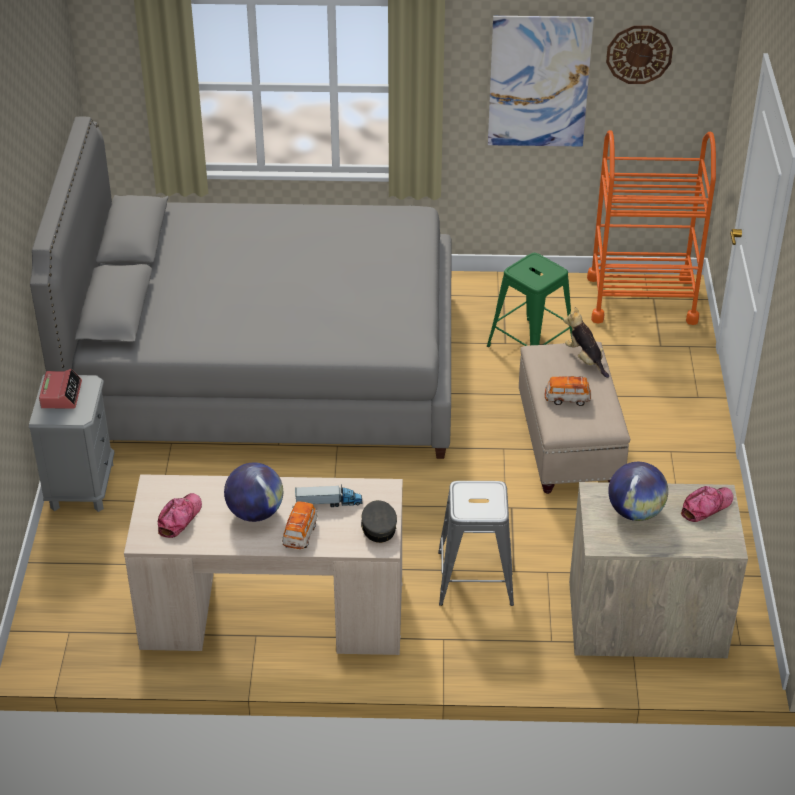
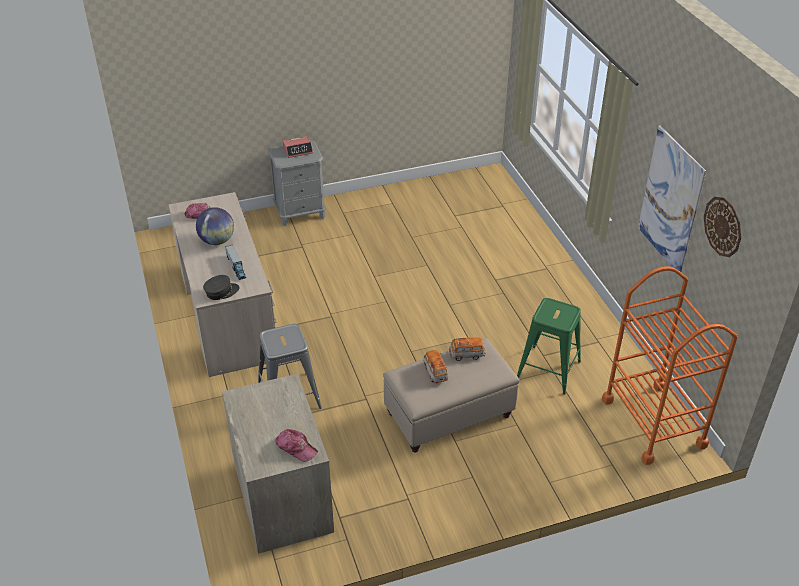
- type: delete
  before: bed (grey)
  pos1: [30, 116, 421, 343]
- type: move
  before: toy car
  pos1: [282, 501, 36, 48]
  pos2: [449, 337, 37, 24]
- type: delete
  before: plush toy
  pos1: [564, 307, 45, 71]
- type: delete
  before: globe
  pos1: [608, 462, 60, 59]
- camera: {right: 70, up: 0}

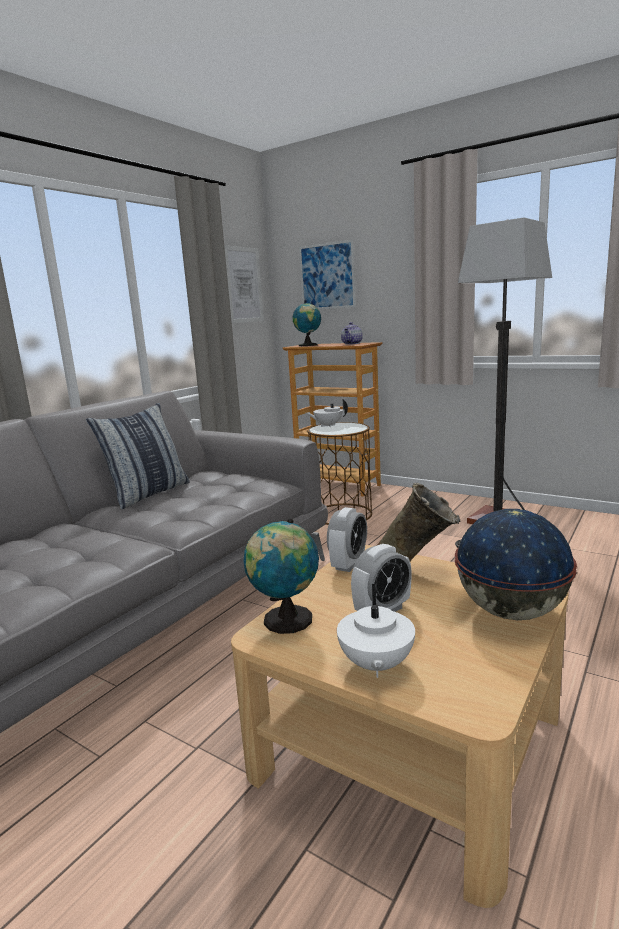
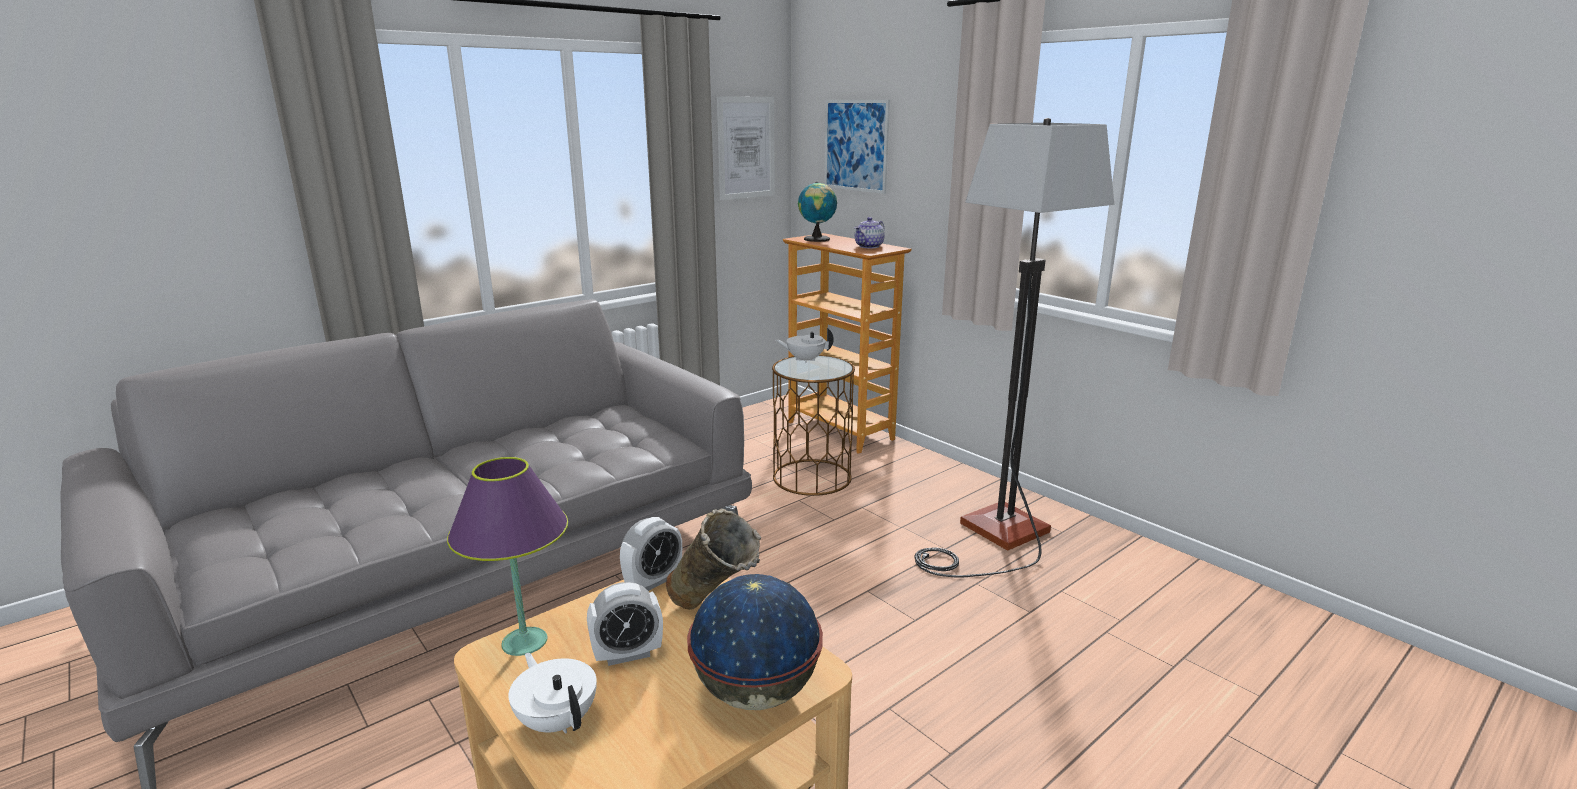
- type: delete
  before: pillow
  pos1: [86, 403, 104, 106]
- type: replace
  before: globe
  after: table lamp (purple)
  pos1: [244, 518, 75, 116]
  pos2: [447, 457, 121, 199]
- type: rotate
  before: teapot (white)
  pos1: [337, 584, 78, 94]
  pos2: [508, 653, 89, 81]
  turn: 120
- camera: {right: 15, up: 5}

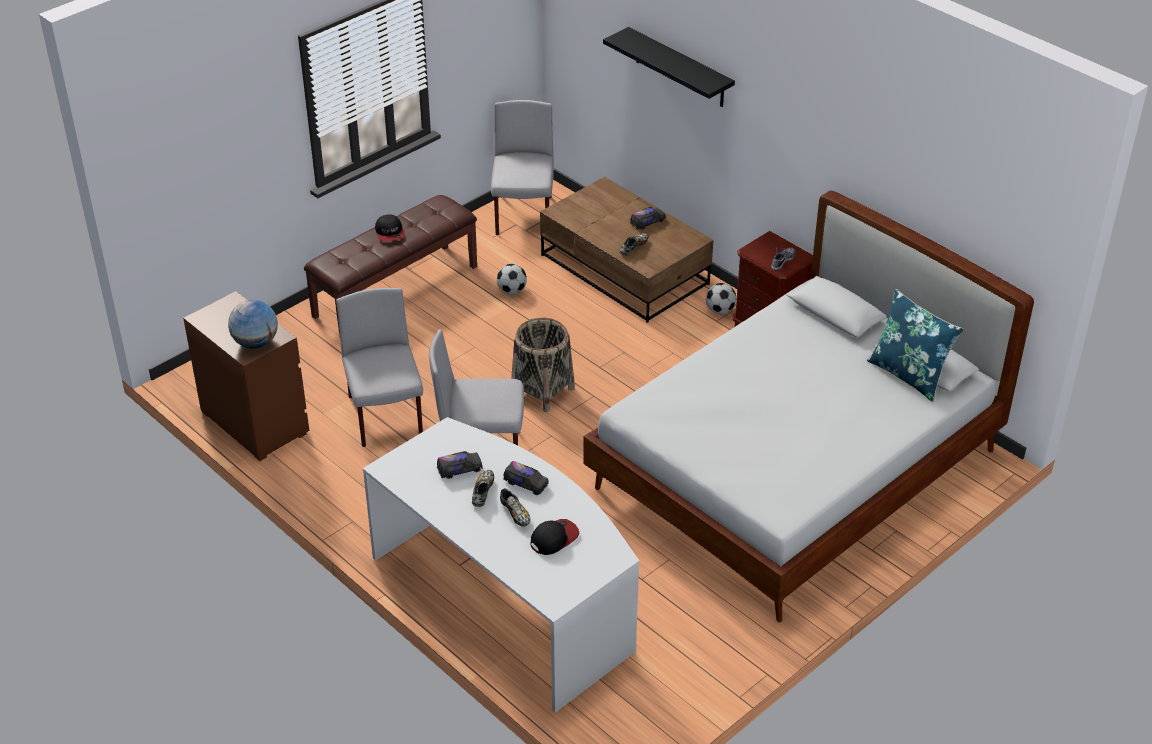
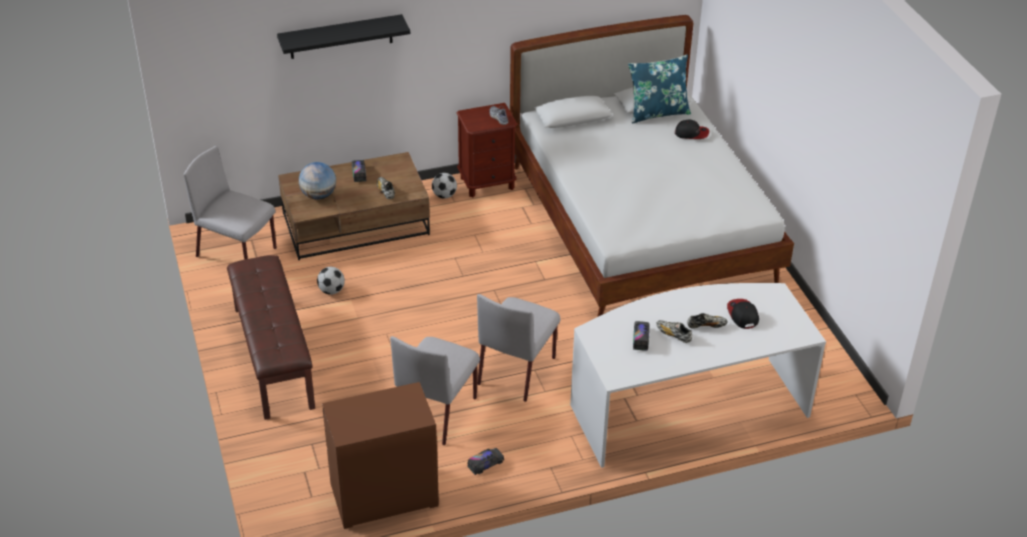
- type: move
  before: globe
  pos1: [228, 300, 50, 49]
  pos2: [299, 162, 37, 38]
- type: rotate
  before: chair (grey)
  pos1: [336, 288, 87, 159]
  pos2: [390, 336, 90, 109]
  turn: -75
- type: move
  before: cap
  pos1: [375, 214, 29, 28]
  pos2: [675, 119, 34, 20]
- type: move
  before: toy truck
  pos1: [503, 461, 46, 34]
  pos2: [467, 448, 37, 27]
- type: delete
  before: basket
  pos1: [511, 318, 64, 94]
- camera: {right: -65, up: 0}

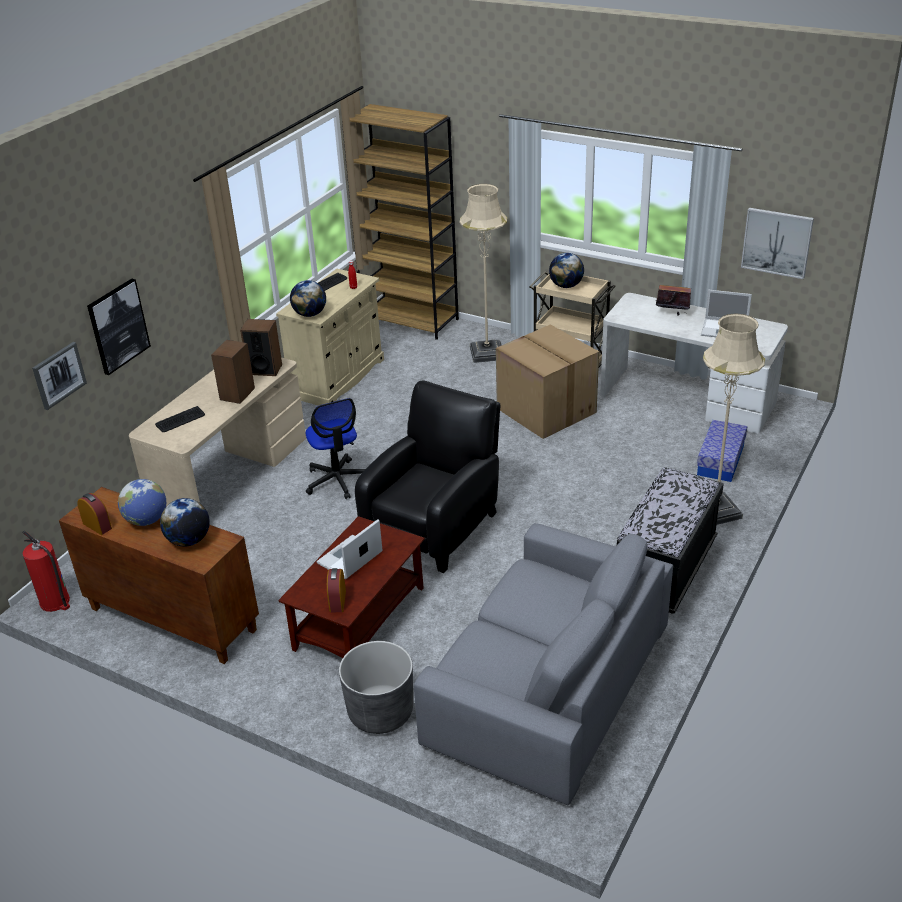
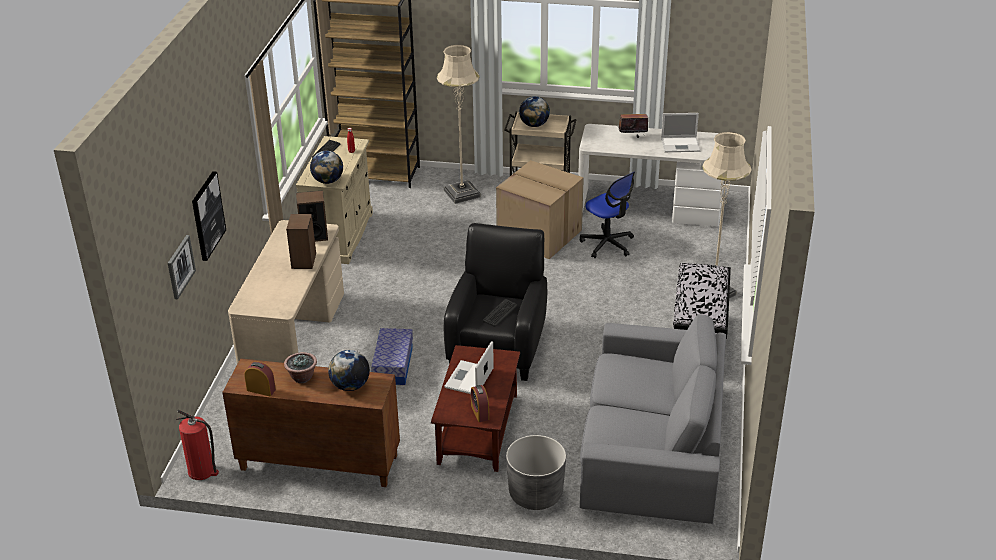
- type: replace
  before: globe
  after: potted plant
  pos1: [118, 479, 48, 47]
  pos2: [284, 352, 33, 31]
- type: move
  before: keyboard
  pos1: [155, 406, 50, 26]
  pos2: [483, 299, 34, 28]
- type: move
  before: office chair
  pos1: [306, 398, 59, 101]
  pos2: [579, 172, 56, 86]
- type: move
  before: storage box
  pos1: [697, 420, 50, 62]
  pos2: [371, 328, 42, 57]
- type: delete
  before: picture
  pos1: [741, 208, 73, 71]
- camera: {right: -20, up: 0}

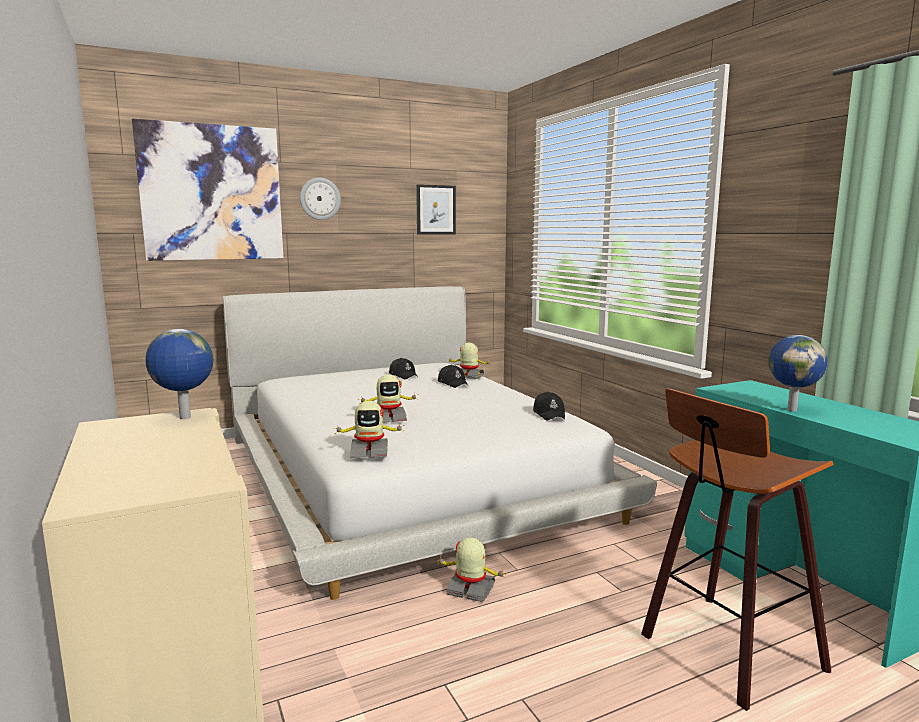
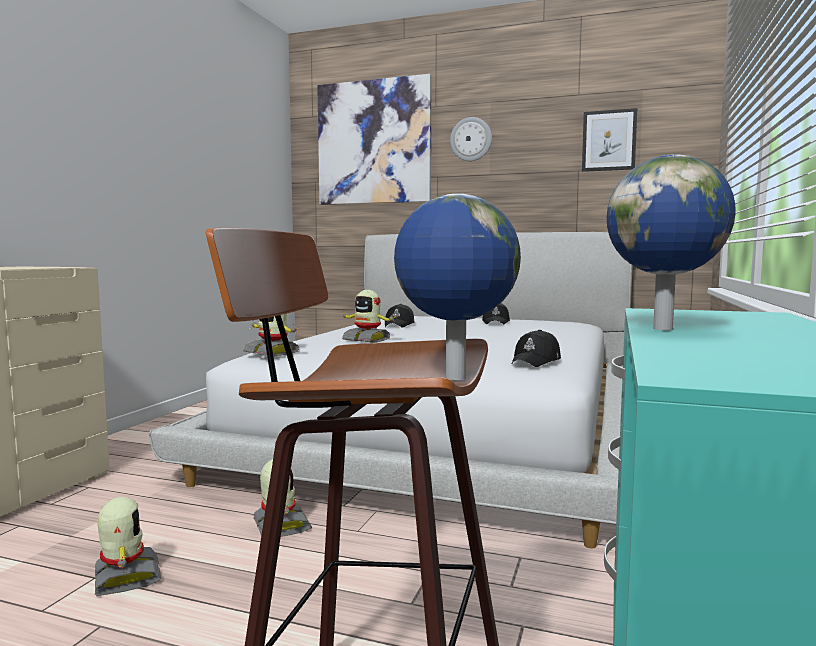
- type: move
  before: globe
  pos1: [145, 329, 68, 90]
  pos2: [394, 194, 127, 186]
- type: move
  before: cap (black)
  pos1: [438, 365, 30, 23]
  pos2: [385, 304, 30, 24]
- type: move
  before: toy robot
  pos1: [448, 343, 42, 36]
  pos2: [95, 497, 66, 99]
- camera: {right: 45, up: -5}

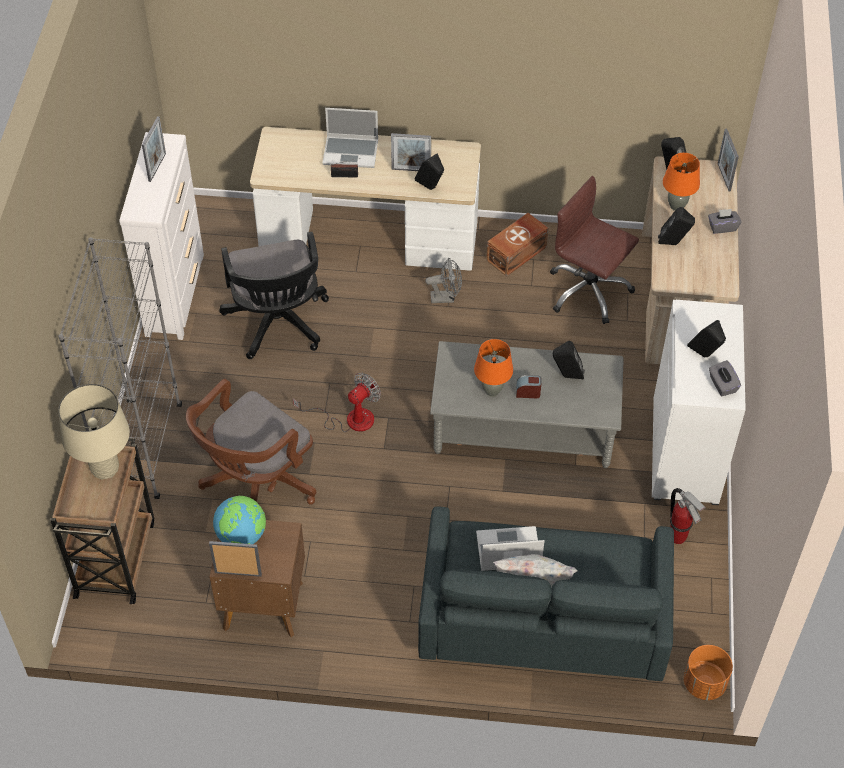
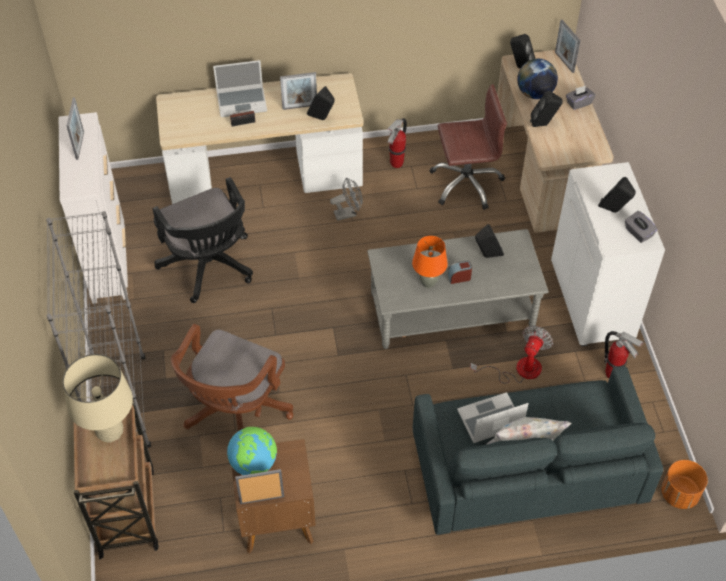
- type: move
  before: fan
  pos1: [293, 373, 88, 59]
  pos2: [470, 326, 83, 58]
- type: replace
  before: storage box (brown)
  after: fire extinguisher
  pos1: [486, 213, 62, 63]
  pos2: [387, 118, 20, 50]
- type: rotate
  before: office chair (brown)
  pos1: [550, 176, 89, 148]
  pos2: [429, 84, 78, 126]
  turn: 150
- type: replace
  before: table lamp (orange)
  after: globe
  pos1: [663, 153, 37, 58]
  pos2: [517, 59, 41, 40]
- camera: {right: -15, up: 0}

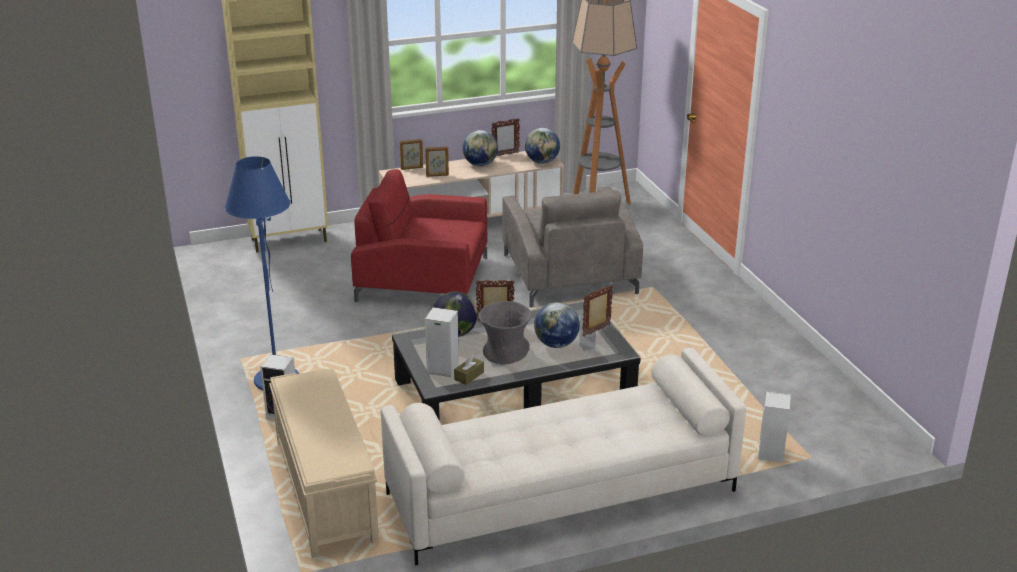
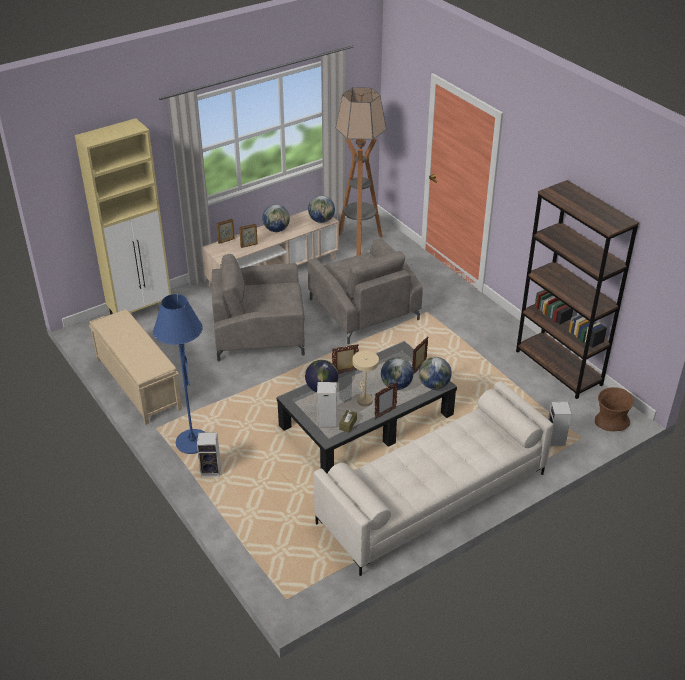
- type: move
  before: bench (beige)
  pos1: [269, 368, 110, 190]
  pos2: [89, 310, 93, 115]
- type: recolor
  before: armchair (red)
  after: armchair (grey)
  pos1: [351, 169, 136, 133]
  pos2: [212, 254, 93, 107]
- type: replace
  before: vase (grey)
  after: table lamp (beige)
  pos1: [479, 301, 52, 63]
  pos2: [353, 351, 26, 56]
- type: move
  before: picture frame
  pos1: [491, 118, 29, 38]
  pos2: [374, 382, 24, 37]
- type: insert
  after: globe
  pos2: [419, 357, 33, 33]
- type: insert
  after: bookcase (brown)
  pos2: [516, 180, 123, 219]
- type: insert
  after: vase (brown)
  pos2: [595, 387, 39, 45]
- camera: {right: -15, up: 10}

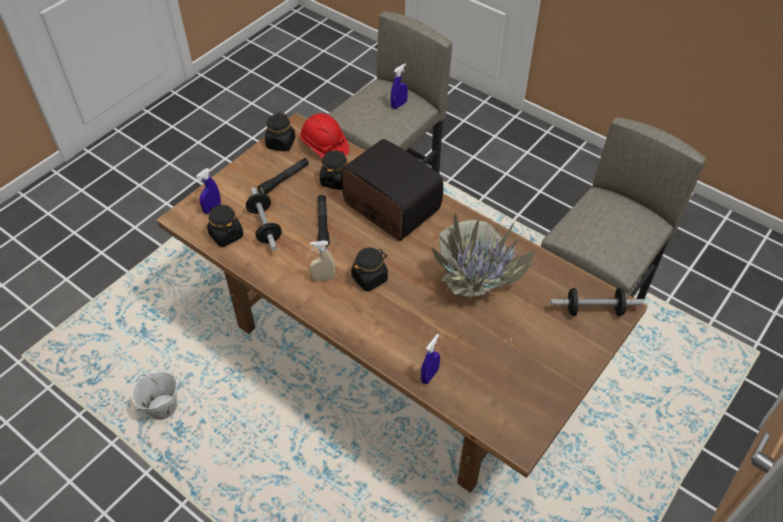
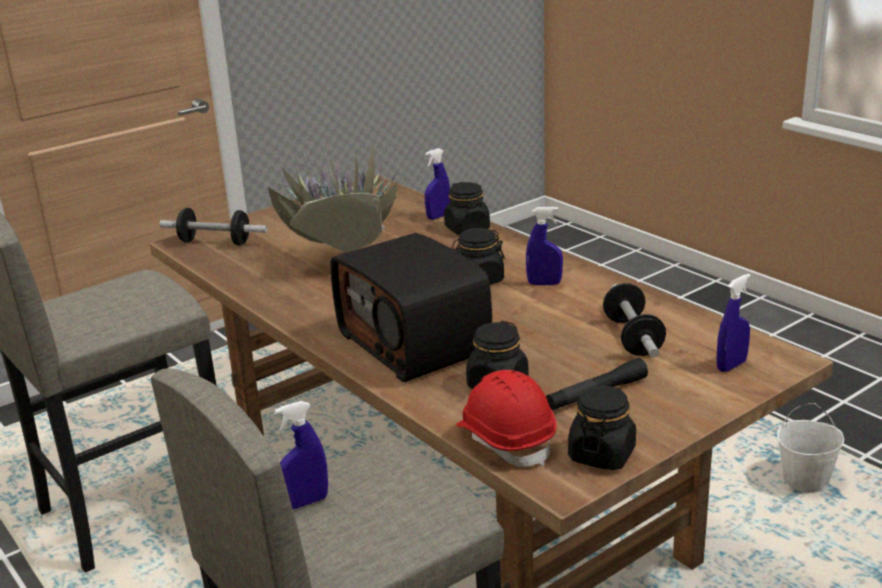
- type: move
  before: jar (black)
  pos1: [207, 205, 36, 42]
  pos2: [444, 182, 46, 53]
- type: recolor
  before: spray bottle (beige)
  after: spray bottle (blue)
  pos1: [310, 241, 25, 40]
  pos2: [526, 207, 37, 78]
- type: delete
  before: flashlight (black)
  pos1: [318, 195, 12, 52]
- camera: {right: -165, up: -25}

